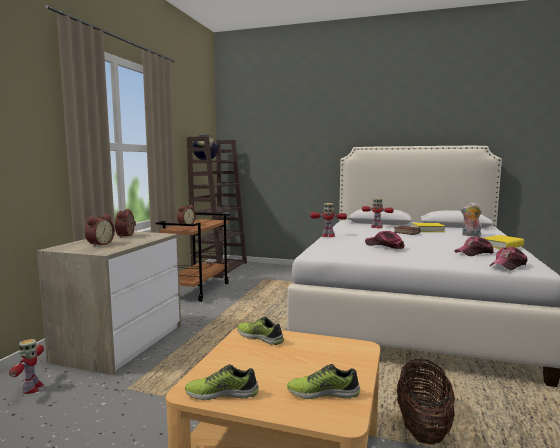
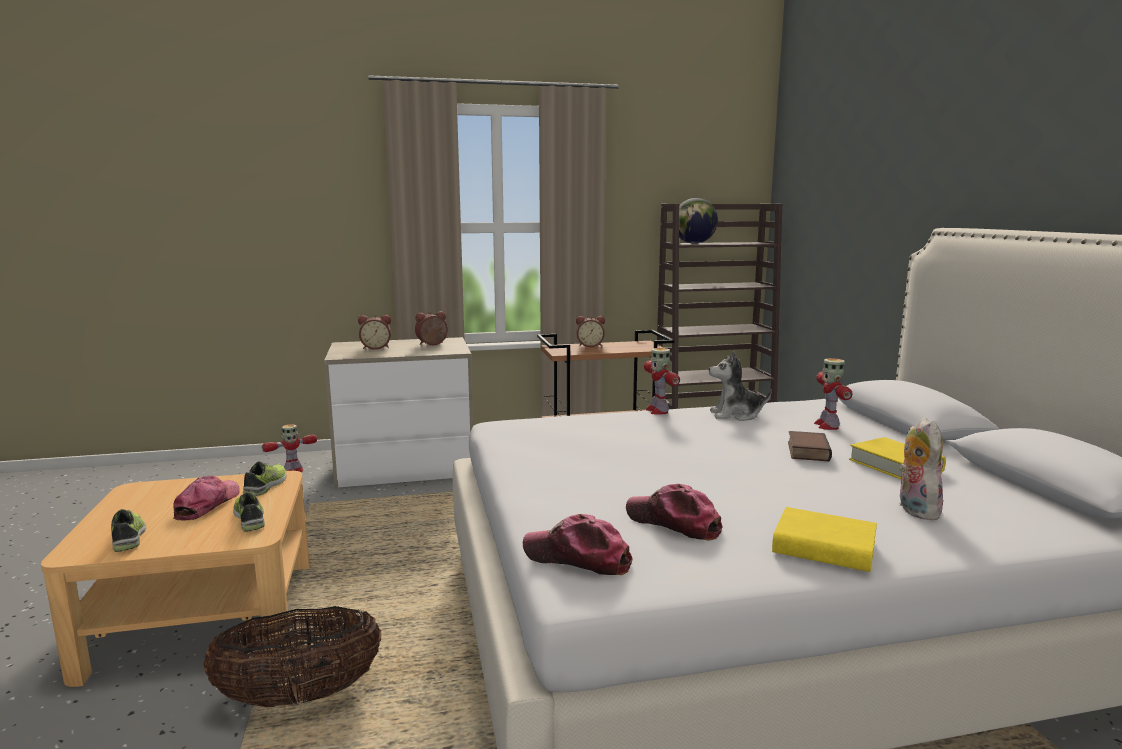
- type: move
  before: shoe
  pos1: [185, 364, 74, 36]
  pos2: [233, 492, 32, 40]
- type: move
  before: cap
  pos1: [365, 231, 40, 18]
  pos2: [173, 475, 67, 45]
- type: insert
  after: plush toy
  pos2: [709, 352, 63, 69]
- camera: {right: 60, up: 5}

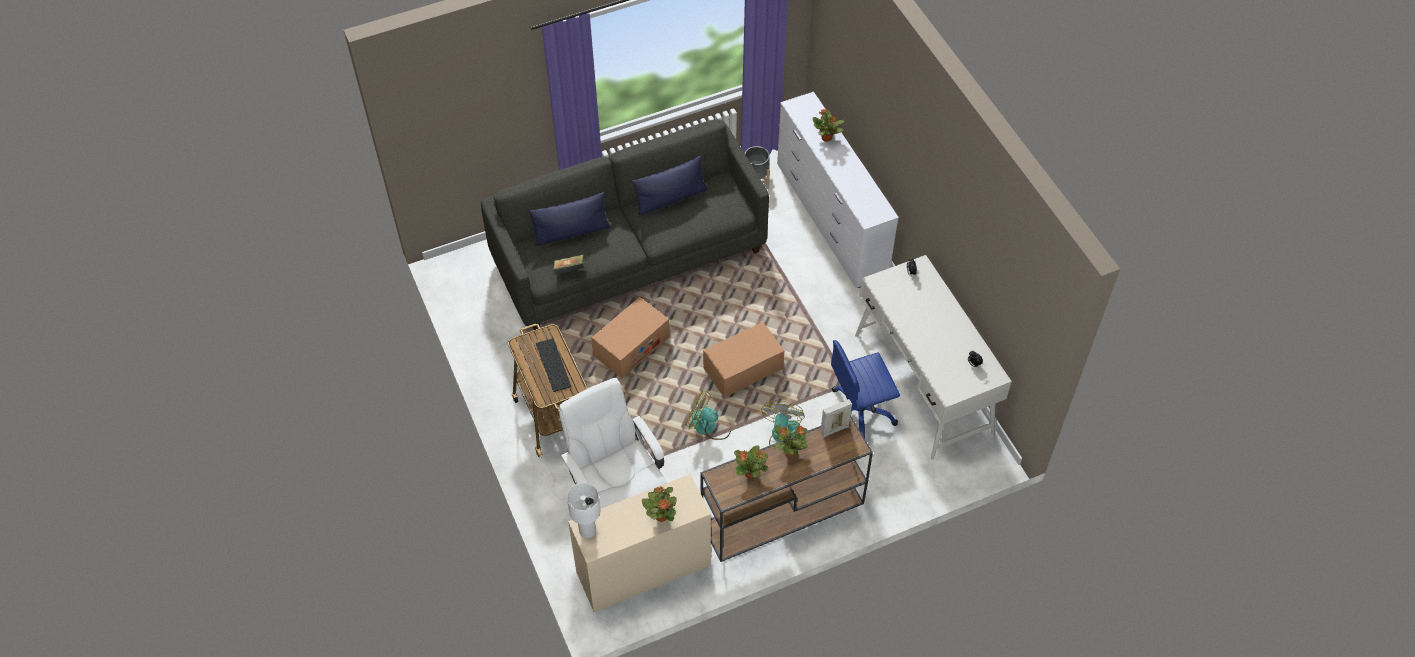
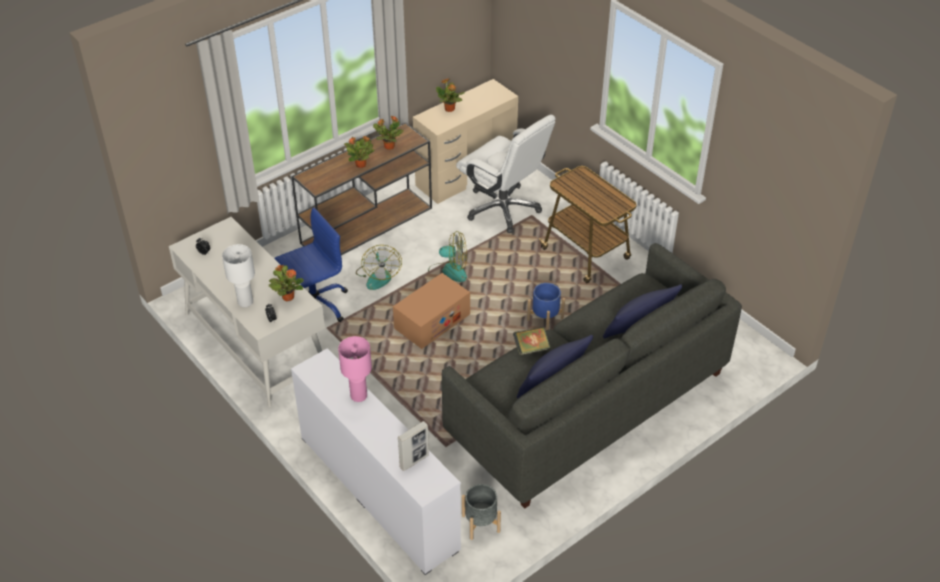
- type: delete
  before: keyboard
  pos1: [536, 338, 35, 54]
- type: move
  before: book
  pos1: [553, 255, 32, 19]
  pos2: [513, 327, 37, 28]
- type: move
  before: table lamp (white)
  pos1: [567, 483, 33, 55]
  pos2: [222, 244, 33, 63]
- type: replace
  before: cardboard box
  after: planter (blue)
  pos1: [591, 297, 79, 81]
  pos2: [527, 283, 38, 47]
- type: move
  before: potted plant
  pos1: [813, 109, 31, 33]
  pos2: [269, 265, 35, 36]
- type: move
  before: picture frame
  pos1: [821, 399, 31, 39]
  pos2: [398, 421, 31, 50]
- type: insert
  after: table lamp (pink)
  pos2: [338, 336, 34, 66]
- camera: {right: 165, up: -10}

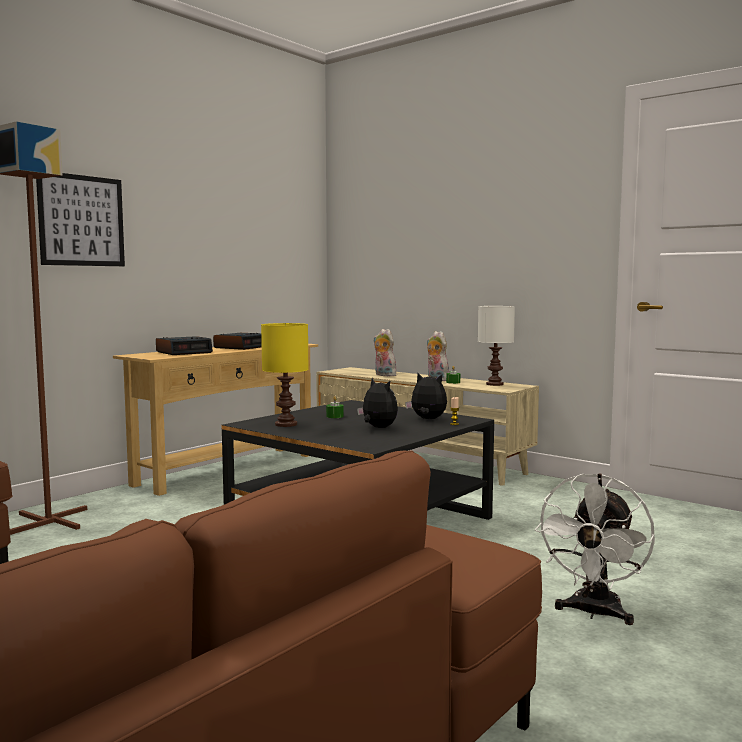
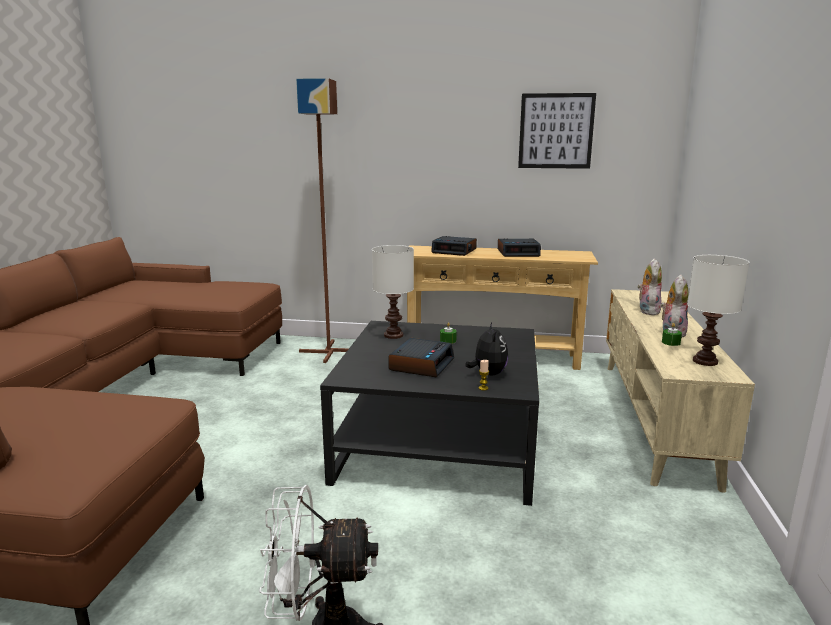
- type: move
  before: picture
  pos1: [36, 173, 89, 93]
  pos2: [518, 93, 78, 76]
- type: recolor
  before: table lamp (yellow)
  after: table lamp (white)
  pos1: [261, 323, 48, 104]
  pos2: [372, 245, 42, 94]
- type: replace
  before: plush toy
  after: alarm clock
  pos1: [357, 378, 41, 50]
  pos2: [388, 338, 66, 40]
- camera: {right: 60, up: 10}

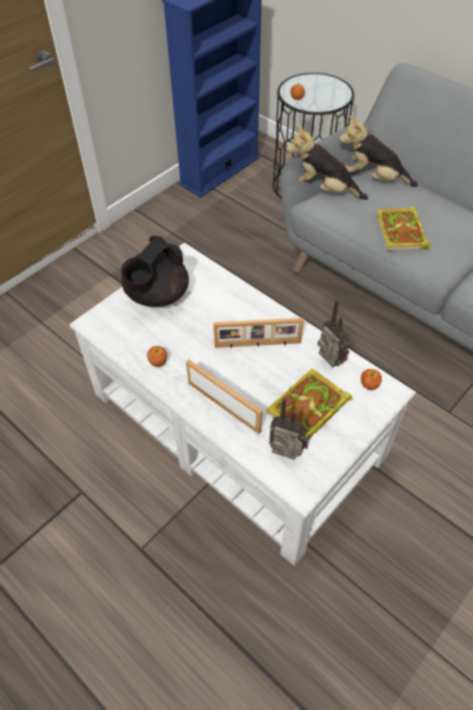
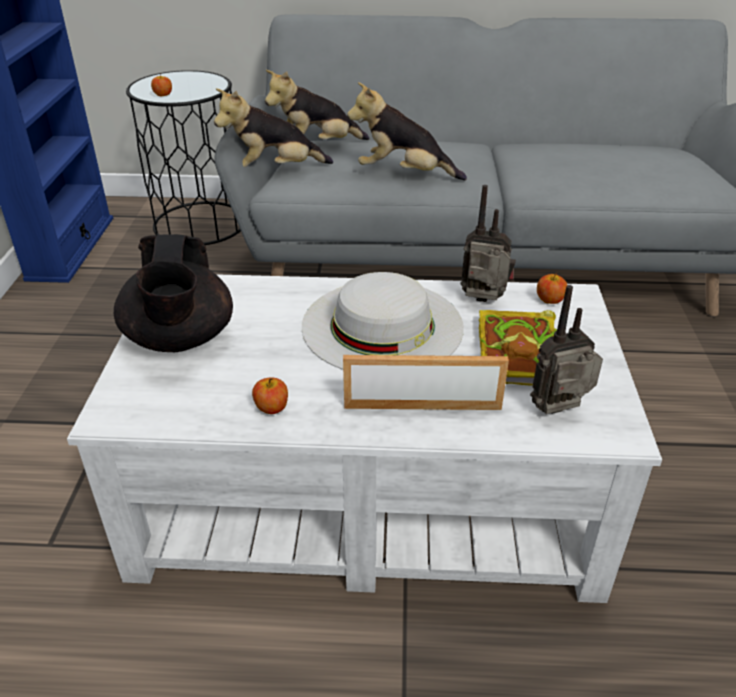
- type: replace
  before: picture frame
  after: hat (white)
  pos1: [213, 318, 91, 31]
  pos2: [302, 272, 162, 98]
- type: replace
  before: book
  after: plush toy
  pos1: [377, 207, 54, 43]
  pos2: [347, 82, 120, 98]
- camera: {right: -40, up: -15}

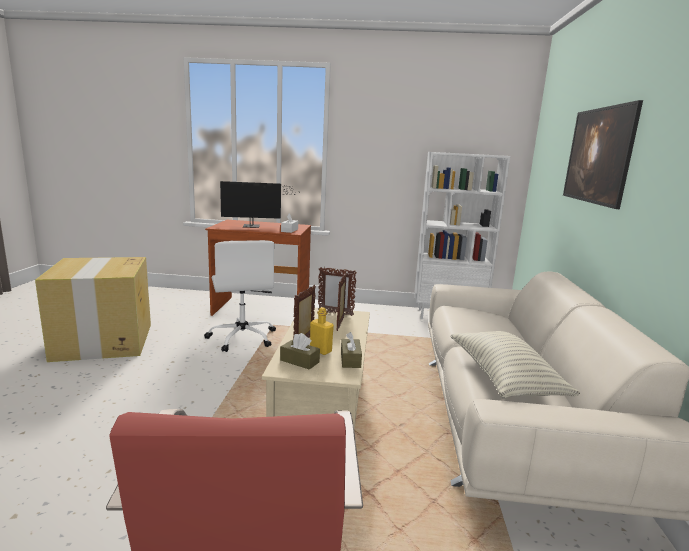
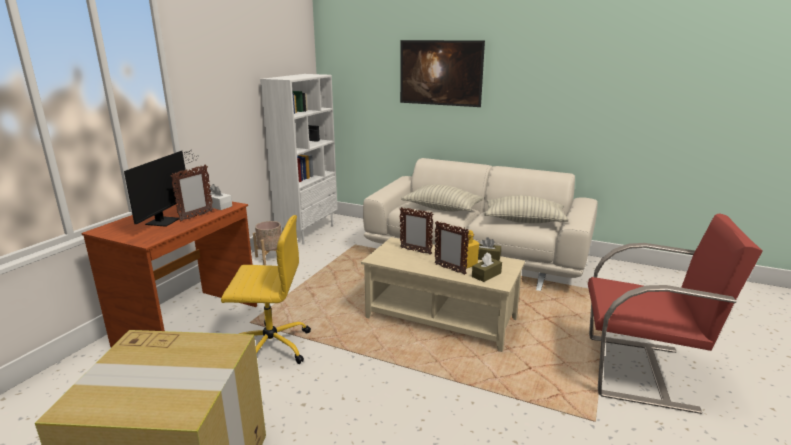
- type: recolor
  before: office chair (white)
  after: office chair (yellow)
  pos1: [204, 240, 72, 112]
  pos2: [221, 215, 90, 149]
- type: move
  before: picture frame
  pos1: [318, 267, 39, 49]
  pos2: [170, 164, 43, 57]
- type: insert
  after: planter (beige)
  pos2: [253, 221, 29, 44]
- type: insert
  after: pillow
  pos2: [401, 184, 83, 28]
- camera: {right: -70, up: 5}

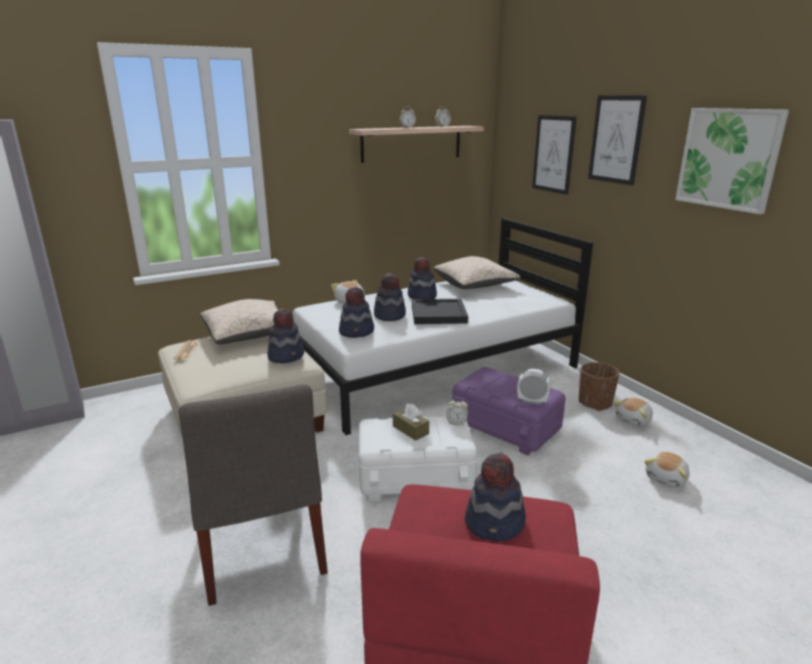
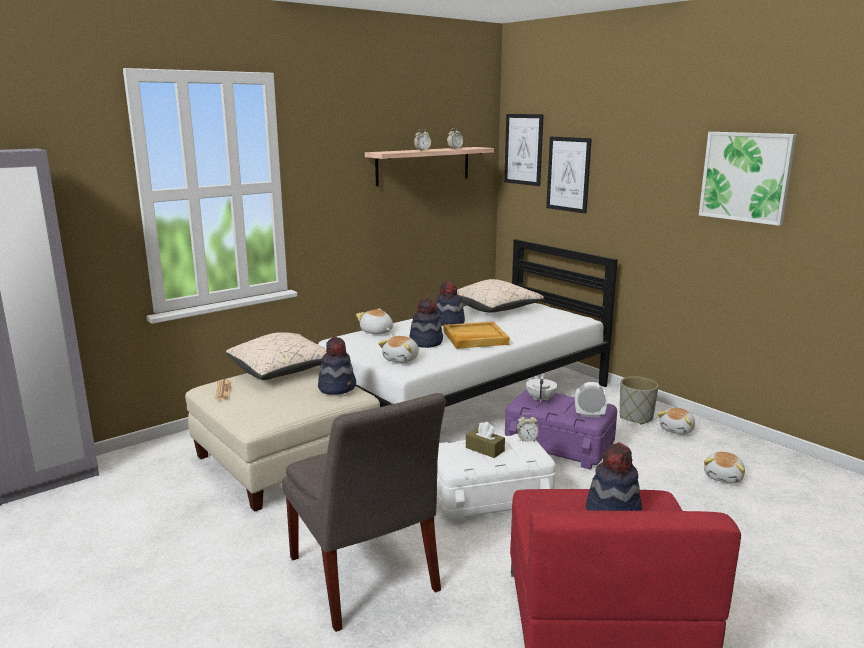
- type: replace
  before: hat
  after: plush toy
  pos1: [339, 286, 35, 52]
  pos2: [378, 336, 41, 27]
- type: recolor
  before: tray (black)
  after: tray (beige)
  pos1: [412, 299, 56, 25]
  pos2: [444, 321, 66, 28]
- type: recolor
  before: planter (brown)
  after: planter (grey)
  pos1: [579, 362, 40, 49]
  pos2: [620, 377, 39, 48]
- type: move
  before: picture
  pos1: [588, 95, 59, 91]
  pos2: [504, 114, 40, 72]
- type: insert
  after: teapot (white)
  pos2: [526, 376, 31, 26]
- camera: {right: -10, up: -5}

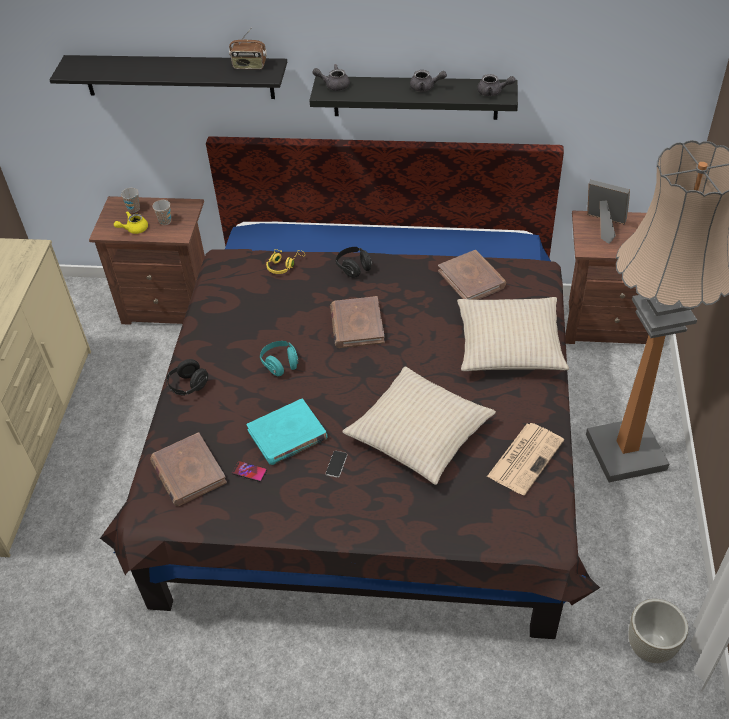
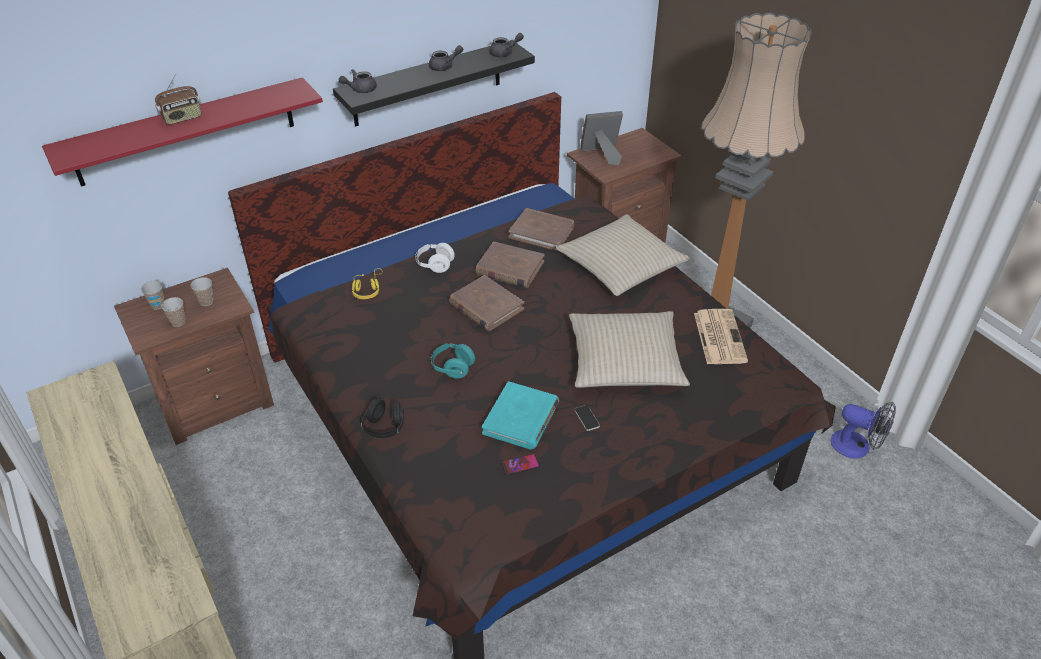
- type: recolor
  before: shelf (black)
  after: shelf (red)
  pos1: [50, 55, 237, 44]
  pos2: [42, 77, 281, 110]
- type: replace
  before: teapot (yellow)
  after: cup
  pos1: [114, 211, 34, 23]
  pos2: [161, 297, 25, 30]
- type: move
  before: book (brown)
  pos1: [150, 432, 77, 74]
  pos2: [475, 242, 70, 46]
- type: move
  before: radio
  pos1: [229, 29, 38, 40]
  pos2: [155, 74, 47, 51]
- type: recolor
  before: headphones (black)
  after: headphones (white)
  pos1: [336, 247, 37, 31]
  pos2: [415, 243, 40, 30]
- type: replace
  before: planter (grey)
  after: fan
  pos1: [629, 599, 59, 64]
  pos2: [831, 402, 65, 56]
- camera: {right: -40, up: -5}

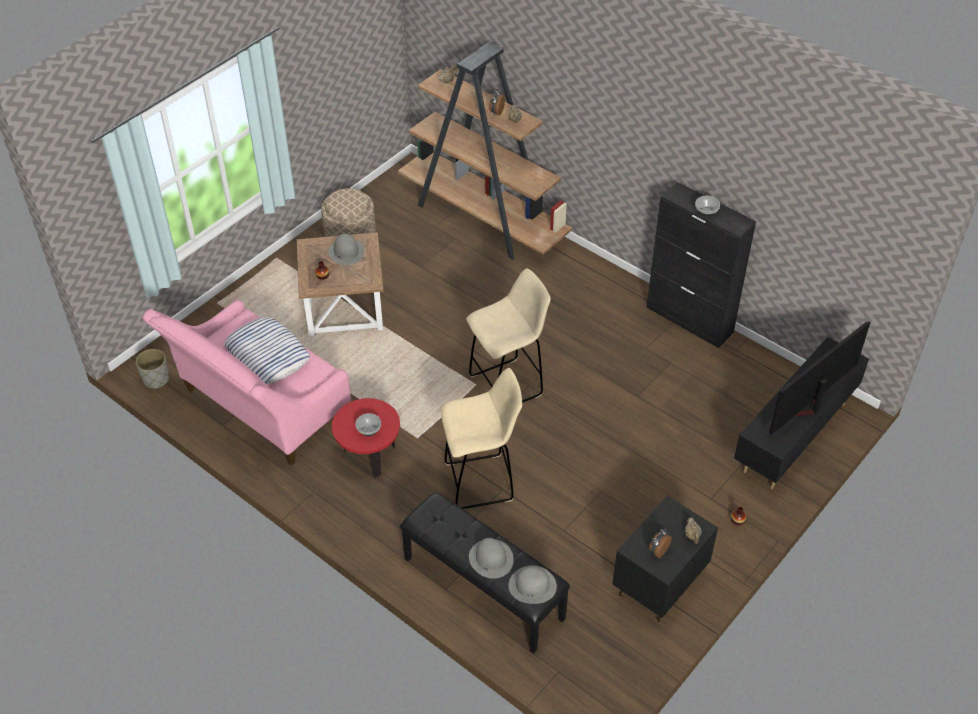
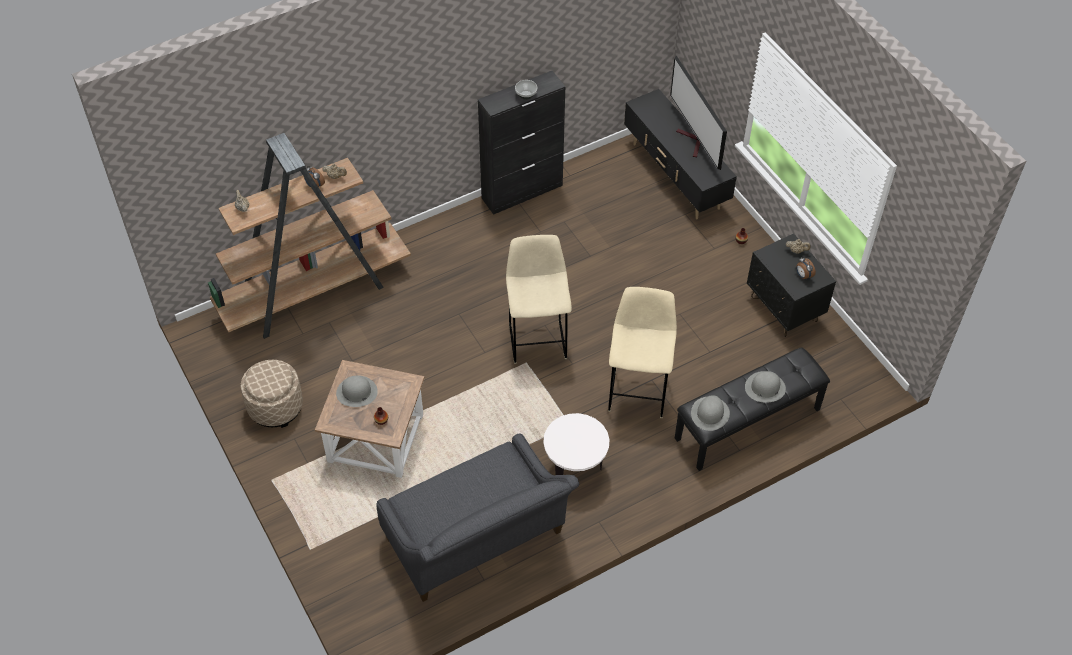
- type: delete
  before: planter (grey)
  pos1: [136, 349, 33, 40]
- type: recolor
  before: sofa (pink)
  after: sofa (grey)
  pos1: [142, 300, 209, 166]
  pos2: [376, 433, 203, 169]
- type: delete
  before: pillow
  pos1: [224, 317, 86, 67]
- type: recolor
  before: side table (red)
  after: side table (white)
  pos1: [332, 398, 68, 80]
  pos2: [543, 413, 67, 62]
- type: delete
  before: bowl
  pos1: [355, 413, 26, 23]
- type: move
  before: hat (grey)
  pos1: [508, 565, 49, 39]
  pos2: [691, 395, 39, 36]
- camera: {right: -70, up: 5}

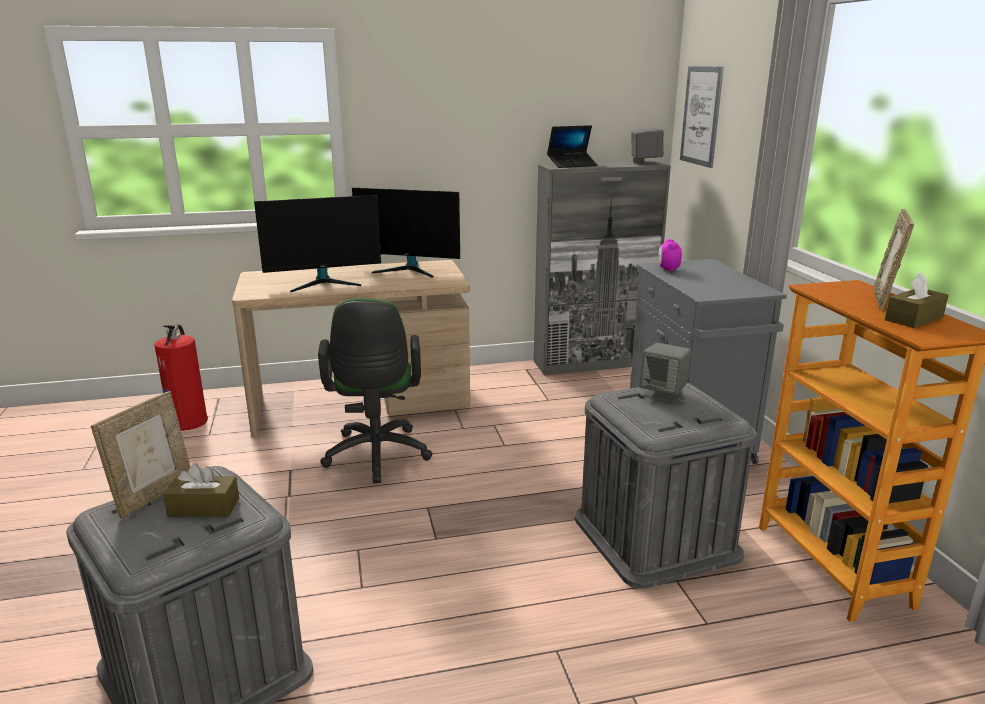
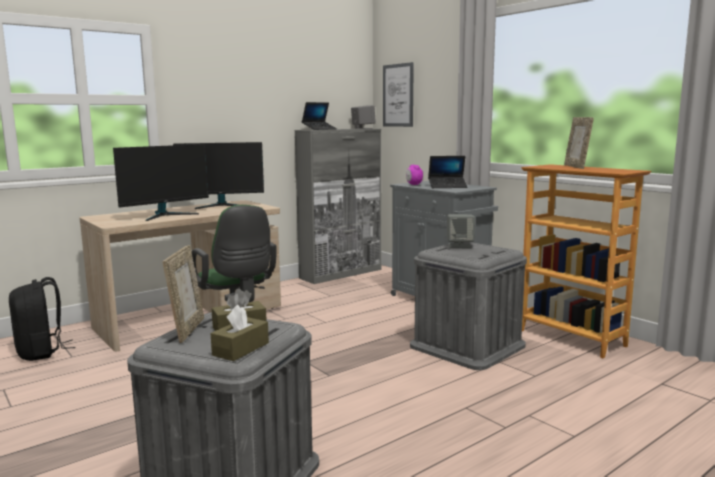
- type: replace
  before: fire extinguisher
  after: backpack (black)
  pos1: [154, 324, 54, 107]
  pos2: [9, 277, 67, 84]
- type: move
  before: tissue box (brown)
  pos1: [885, 272, 64, 56]
  pos2: [211, 305, 58, 56]
- type: insert
  after: laptop
  pos2: [428, 156, 40, 32]
- camera: {right: -25, up: -10}

